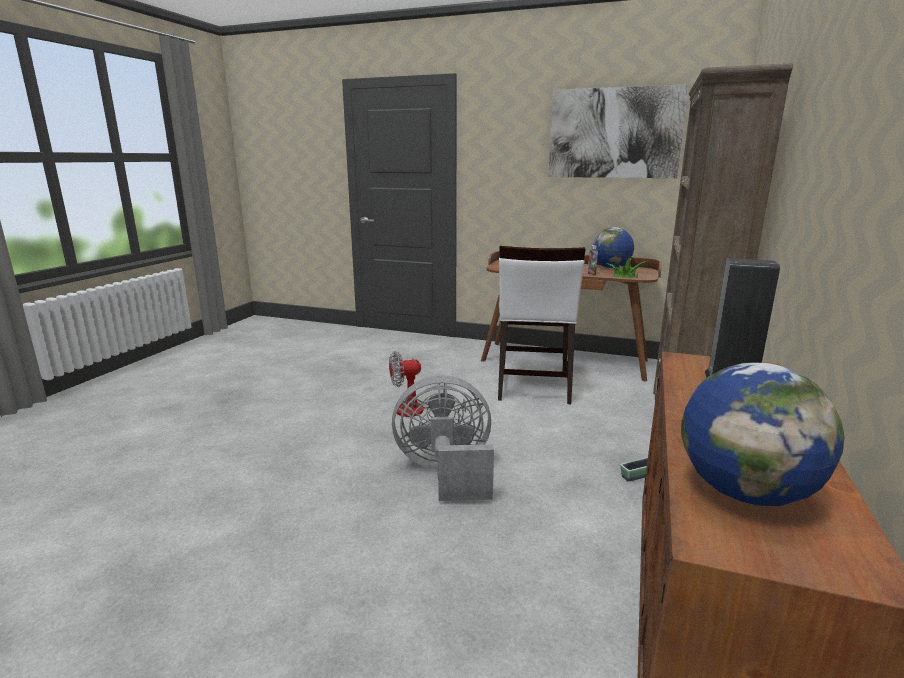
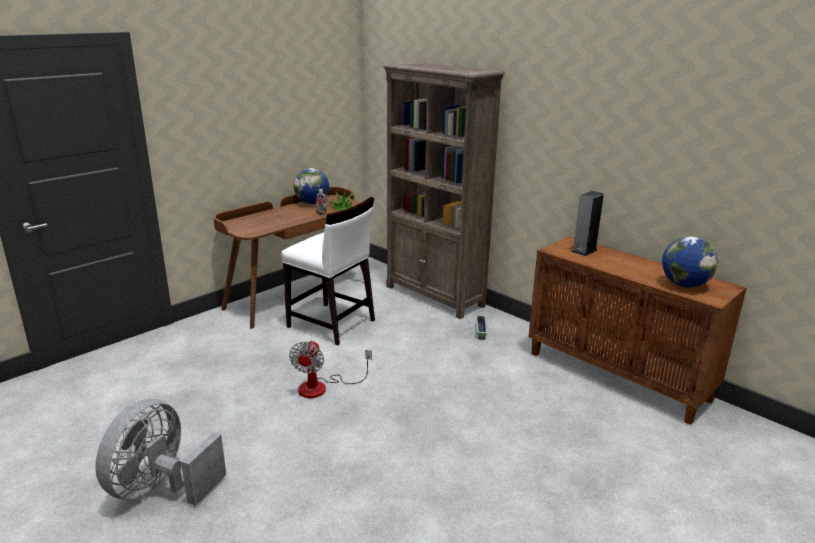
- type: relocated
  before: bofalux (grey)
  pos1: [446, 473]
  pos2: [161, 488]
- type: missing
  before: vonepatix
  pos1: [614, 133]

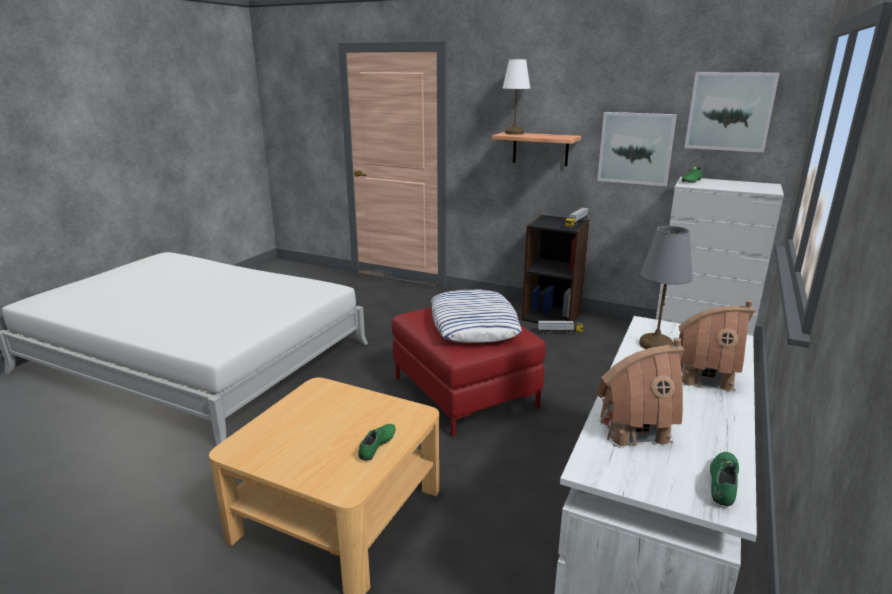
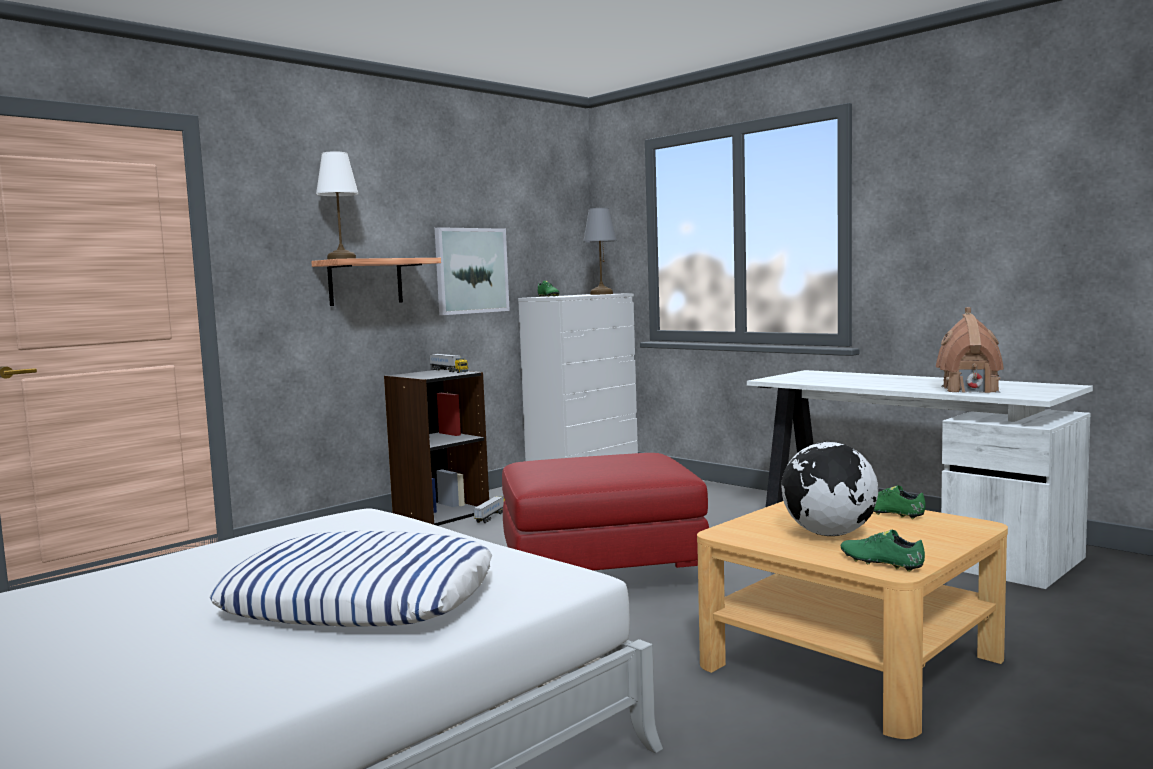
- type: relocated
  before: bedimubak
  pos1: [473, 324]
  pos2: [359, 599]
- type: relocated
  before: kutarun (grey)
  pos1: [655, 345]
  pos2: [601, 294]
- type: missing
  before: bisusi
  pos1: [705, 376]
- type: missing
  before: vonepatix
  pos1: [729, 111]
- type: relocated
  before: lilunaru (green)
  pos1: [723, 484]
  pos2: [881, 563]
- type: appeared
  after: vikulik
  pos2: [829, 534]

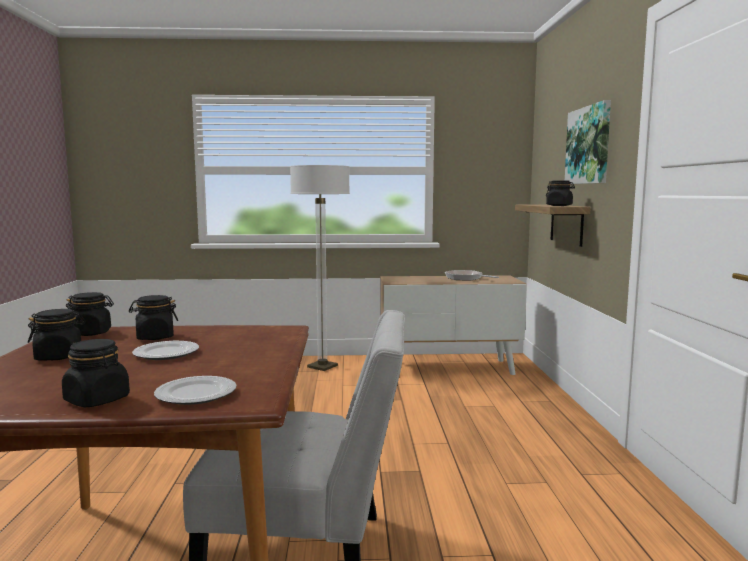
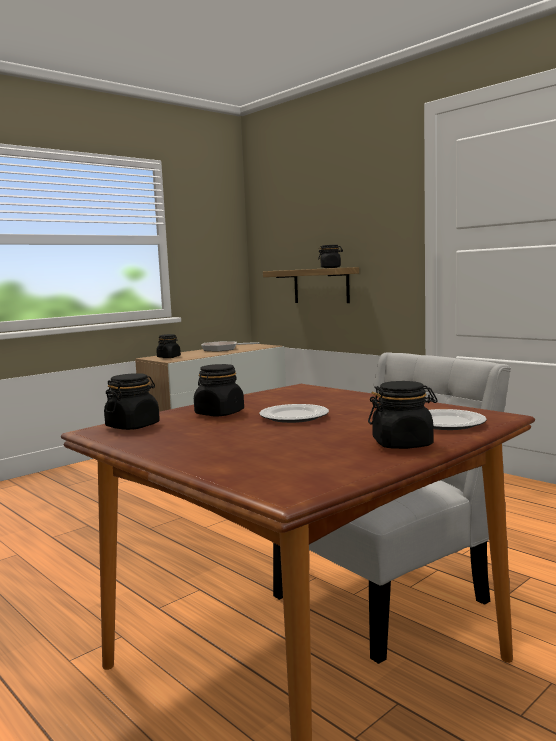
- type: relocated
  before: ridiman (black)
  pos1: [59, 356]
  pos2: [169, 357]
- type: missing
  before: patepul
  pos1: [322, 367]
- type: missing
  before: vonepatix
  pos1: [589, 145]

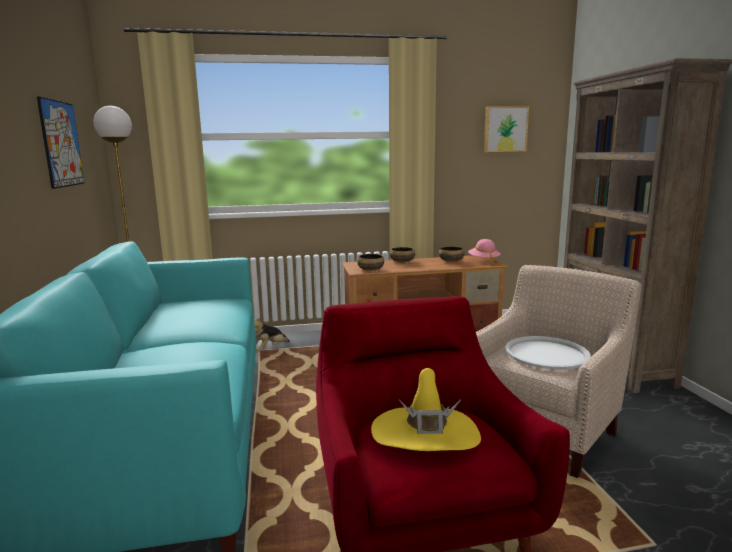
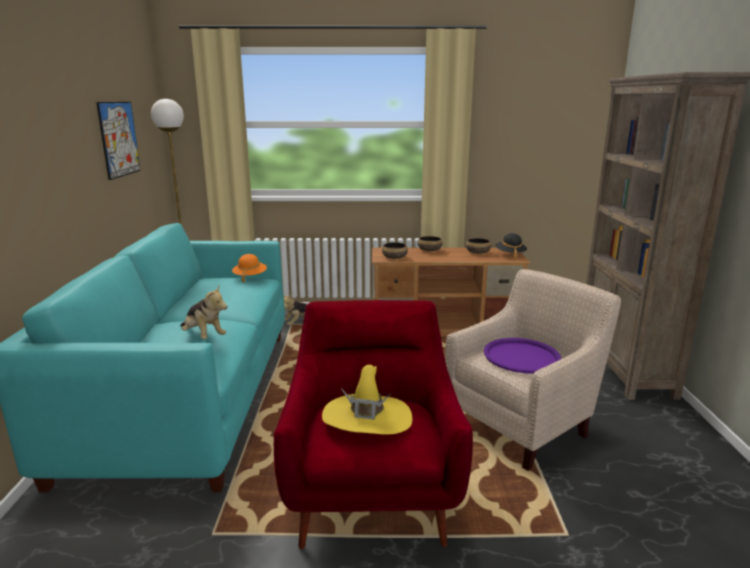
- type: colour
  before: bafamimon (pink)
  after: bafamimon (black)
  pos1: [483, 260]
  pos2: [510, 254]
- type: missing
  before: vonepatix
  pos1: [505, 129]
- type: colour
  before: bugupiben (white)
  after: bugupiben (purple)
  pos1: [546, 354]
  pos2: [521, 356]
- type: appeared
  after: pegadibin
  pos2: [203, 336]
- type: appeared
  after: bafamimon (orange)
  pos2: [250, 277]

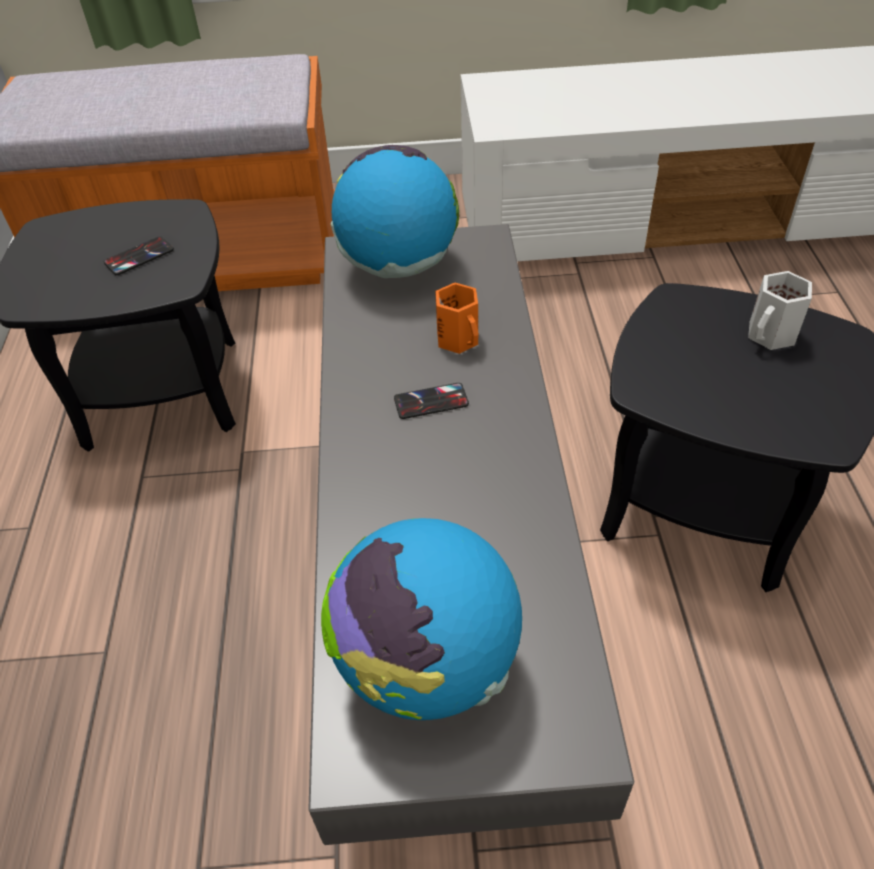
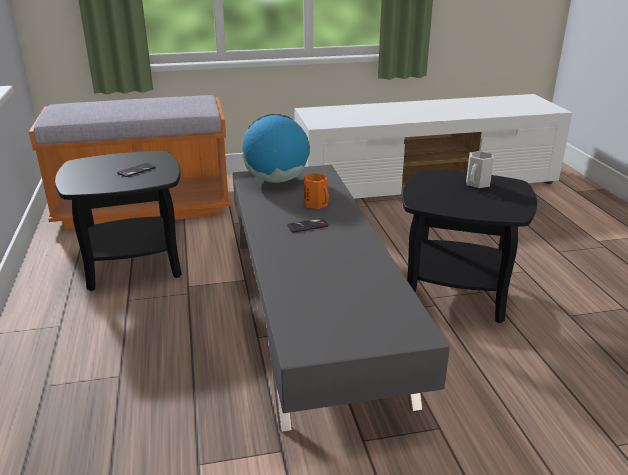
- type: missing
  before: vikulik
  pos1: [426, 664]

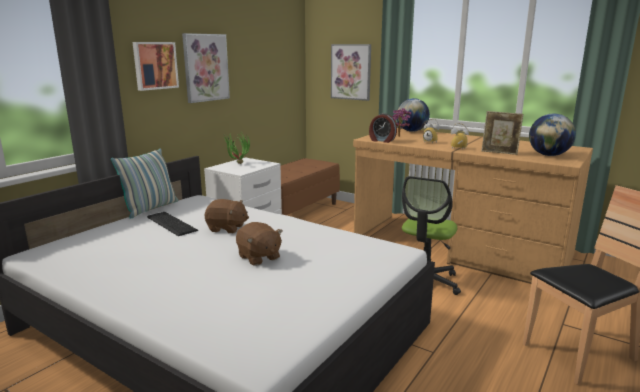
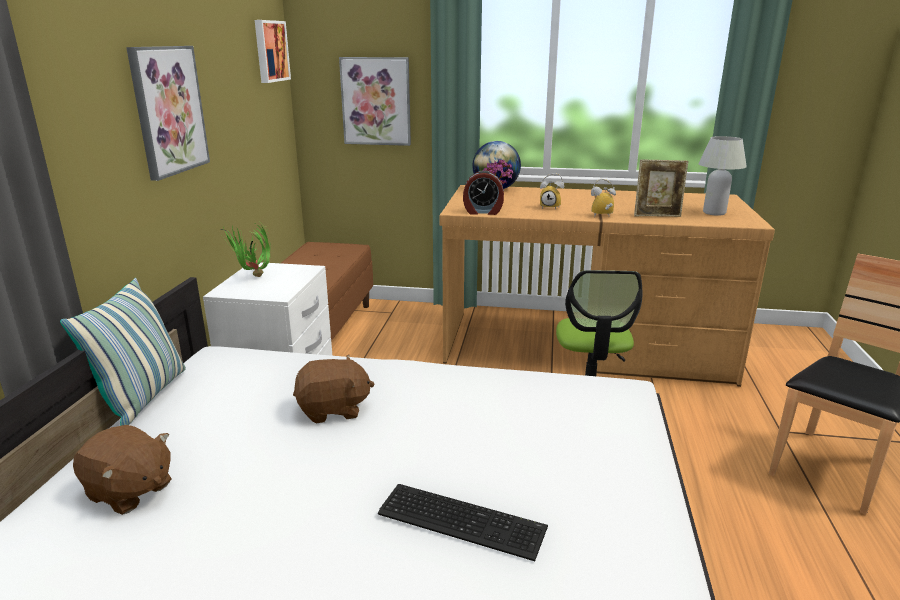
- type: relocated
  before: vonepatix
  pos1: [155, 65]
  pos2: [270, 51]
- type: relocated
  before: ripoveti
  pos1: [172, 223]
  pos2: [460, 518]
- type: relocated
  before: pegadibin (brown)
  pos1: [258, 257]
  pos2: [129, 491]
- type: exchanged
  before: vikulik
  after: kutarun (white)
  pos1: [548, 155]
  pos2: [714, 213]

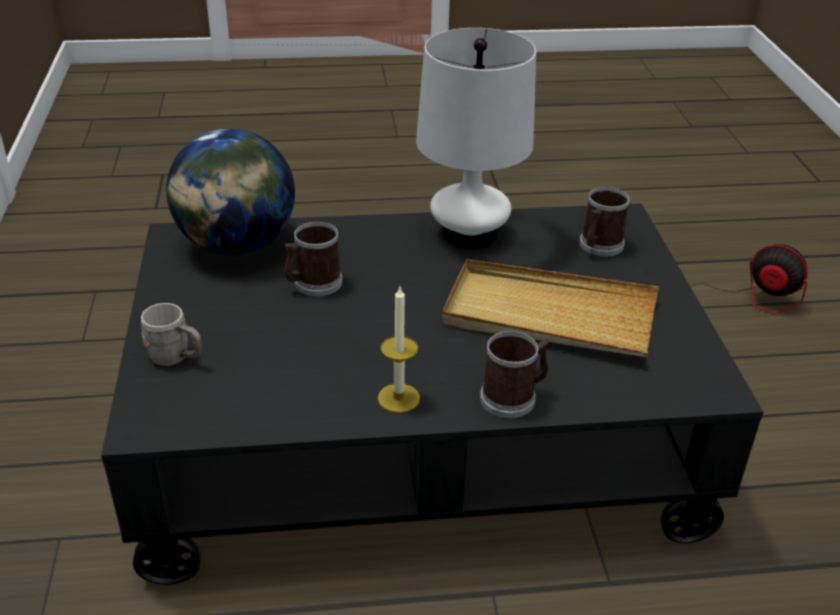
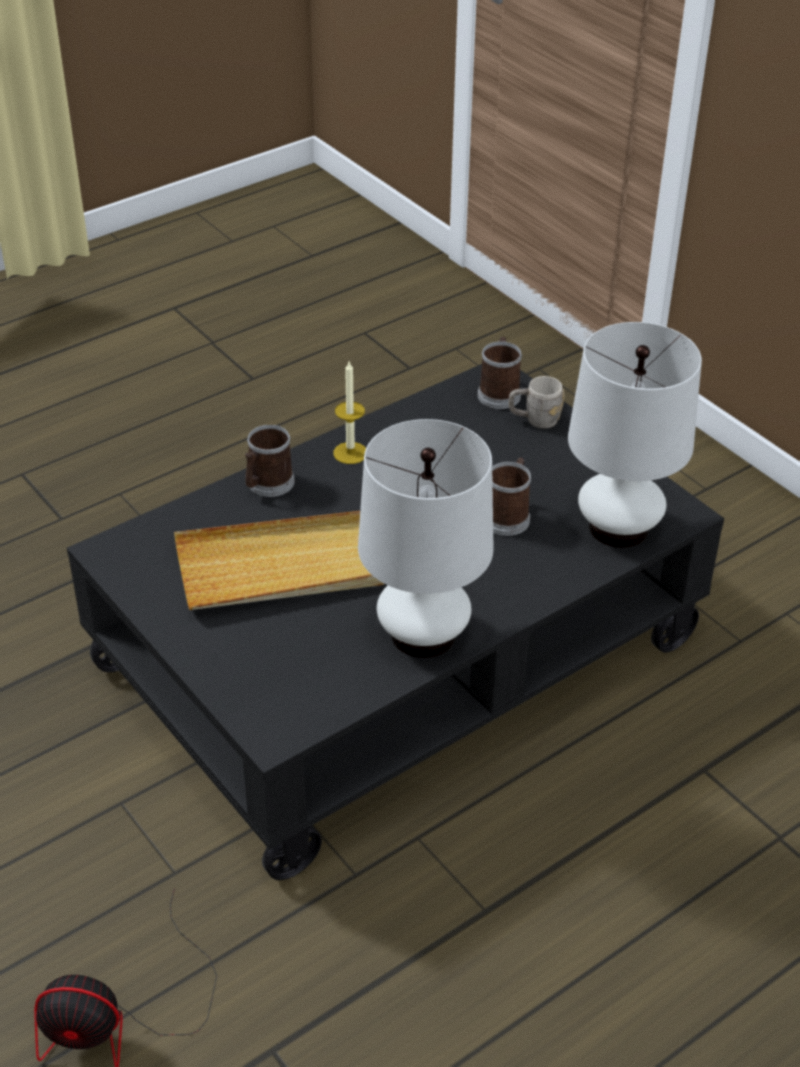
- type: exchanged
  before: vikulik
  after: kutarun (white)
  pos1: [237, 245]
  pos2: [618, 527]
- type: relocated
  before: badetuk
  pos1: [599, 246]
  pos2: [499, 392]

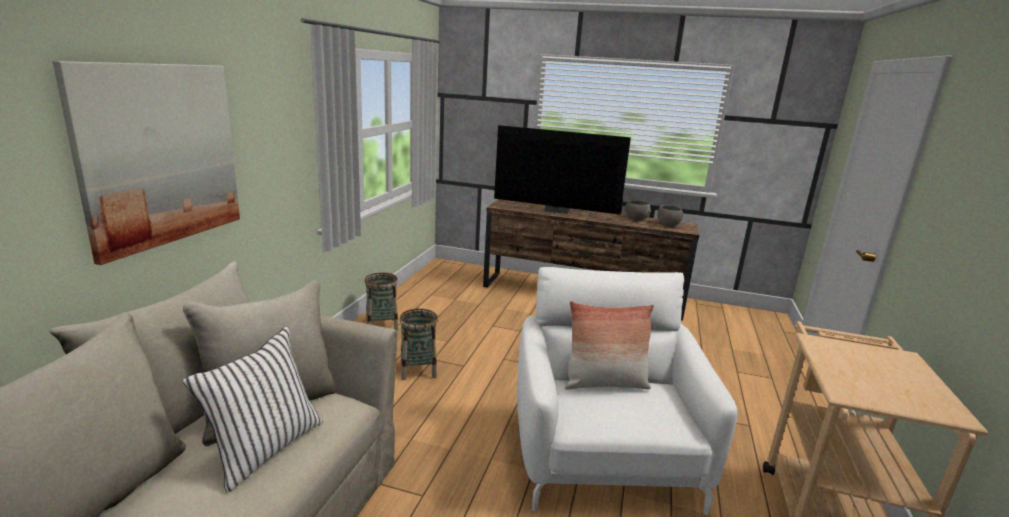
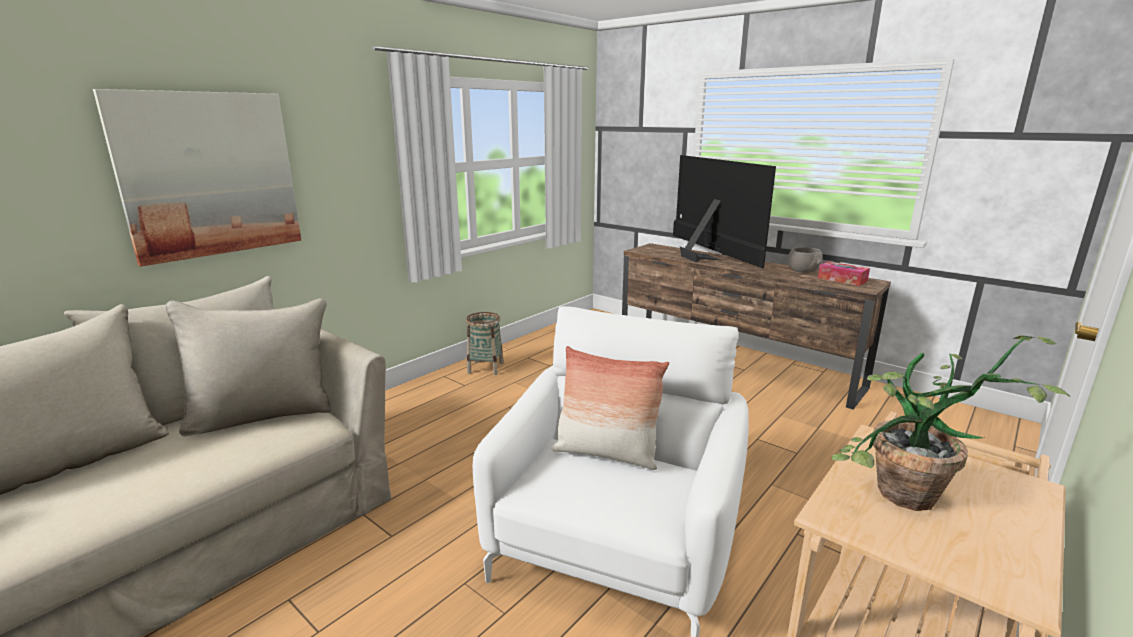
- type: missing
  before: bedimubak (white)
  pos1: [265, 448]
- type: missing
  before: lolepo
  pos1: [418, 370]
- type: spun
  before: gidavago
  pos1: [557, 210]
  pos2: [705, 257]
  turn: -150
- type: exchanged
  before: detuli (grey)
  after: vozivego
  pos1: [668, 224]
  pos2: [842, 280]
- type: appeared
  after: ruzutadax
  pos2: [905, 503]

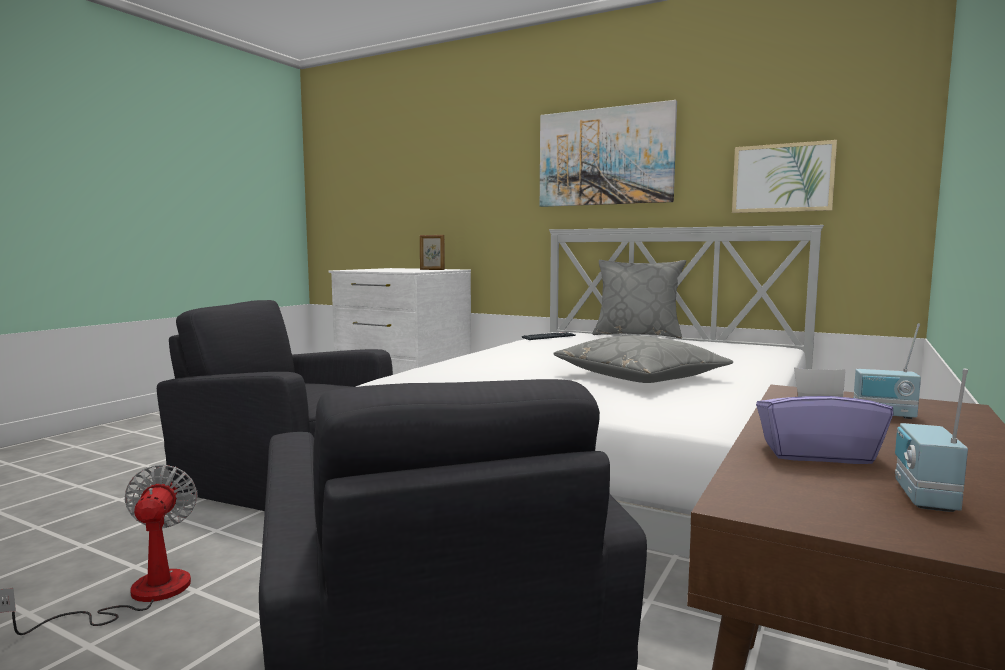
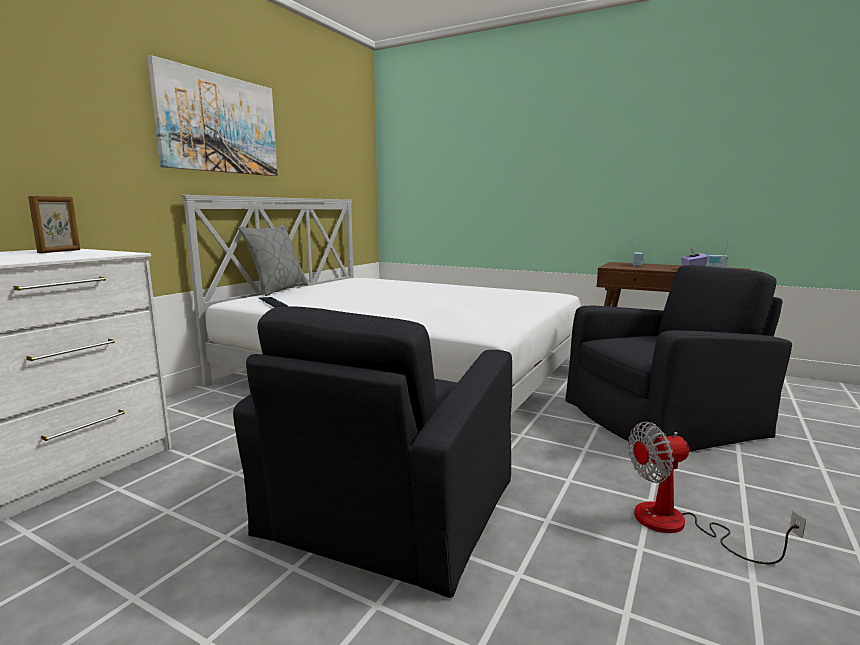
- type: missing
  before: bedimubak (grey)
  pos1: [640, 376]
- type: missing
  before: vonepatix
  pos1: [782, 178]

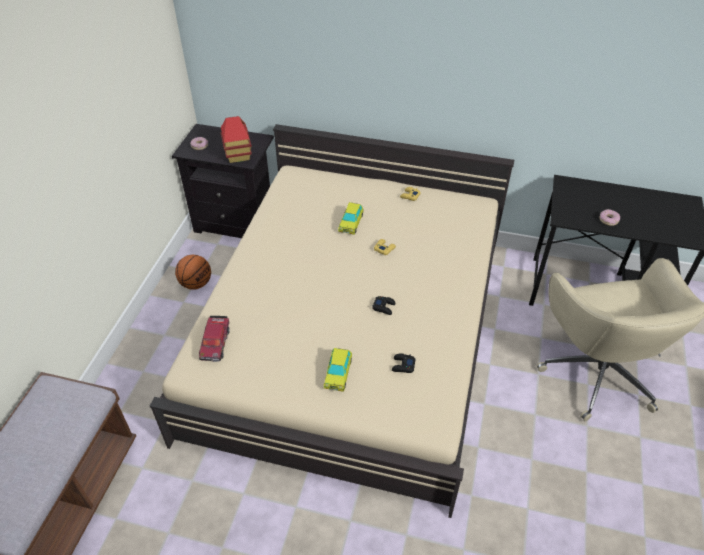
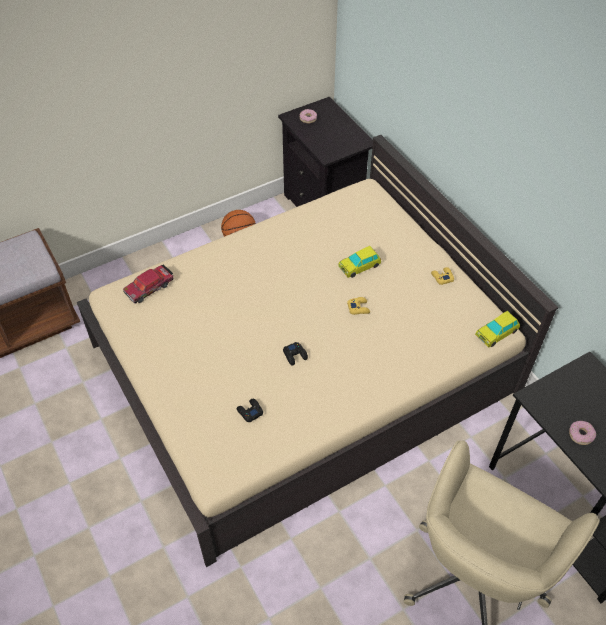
- type: missing
  before: bisusi
  pos1: [238, 155]
- type: relocated
  before: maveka
  pos1: [338, 374]
  pos2: [496, 333]

